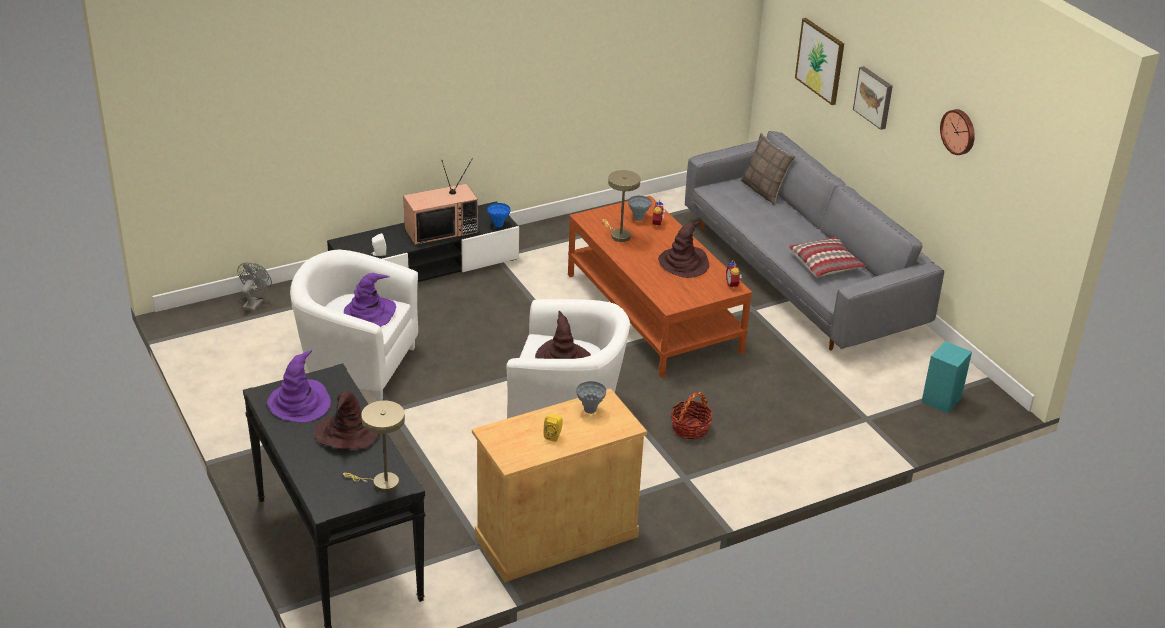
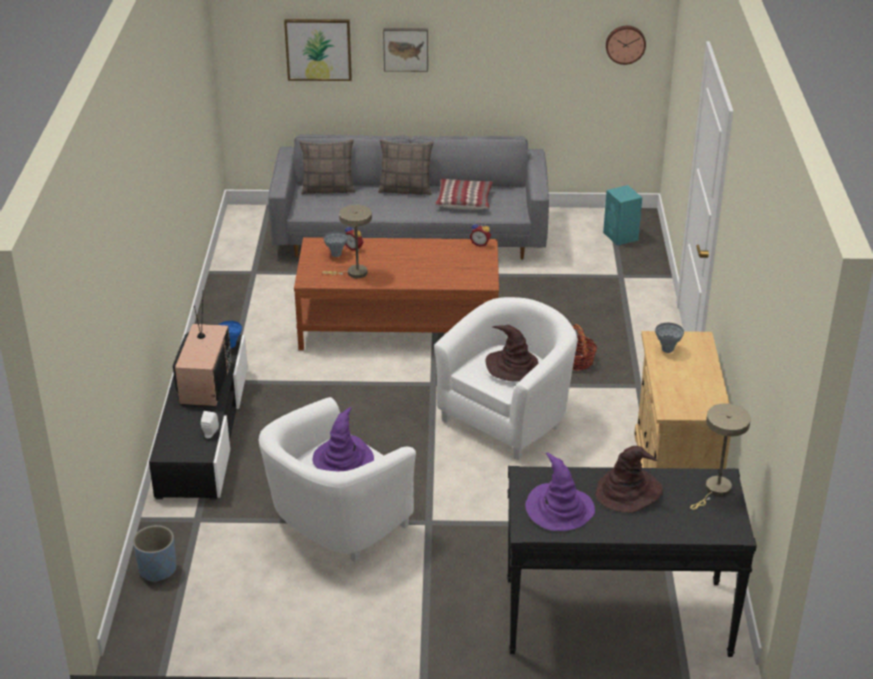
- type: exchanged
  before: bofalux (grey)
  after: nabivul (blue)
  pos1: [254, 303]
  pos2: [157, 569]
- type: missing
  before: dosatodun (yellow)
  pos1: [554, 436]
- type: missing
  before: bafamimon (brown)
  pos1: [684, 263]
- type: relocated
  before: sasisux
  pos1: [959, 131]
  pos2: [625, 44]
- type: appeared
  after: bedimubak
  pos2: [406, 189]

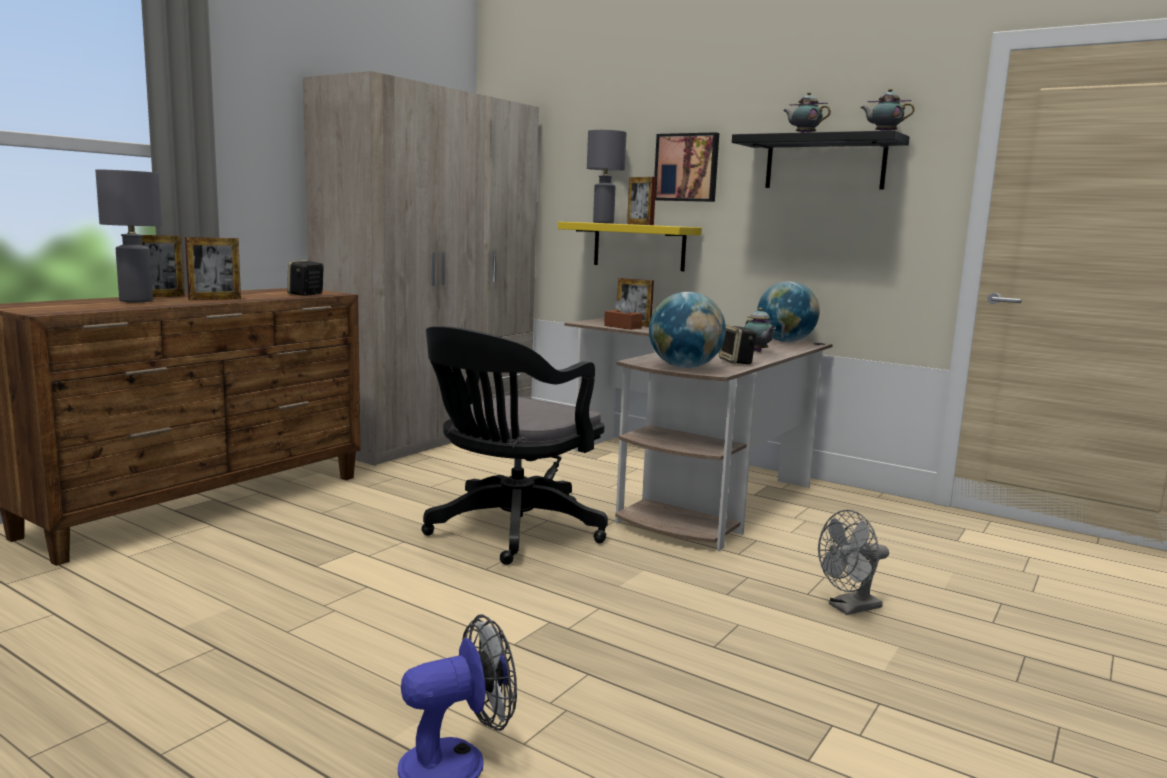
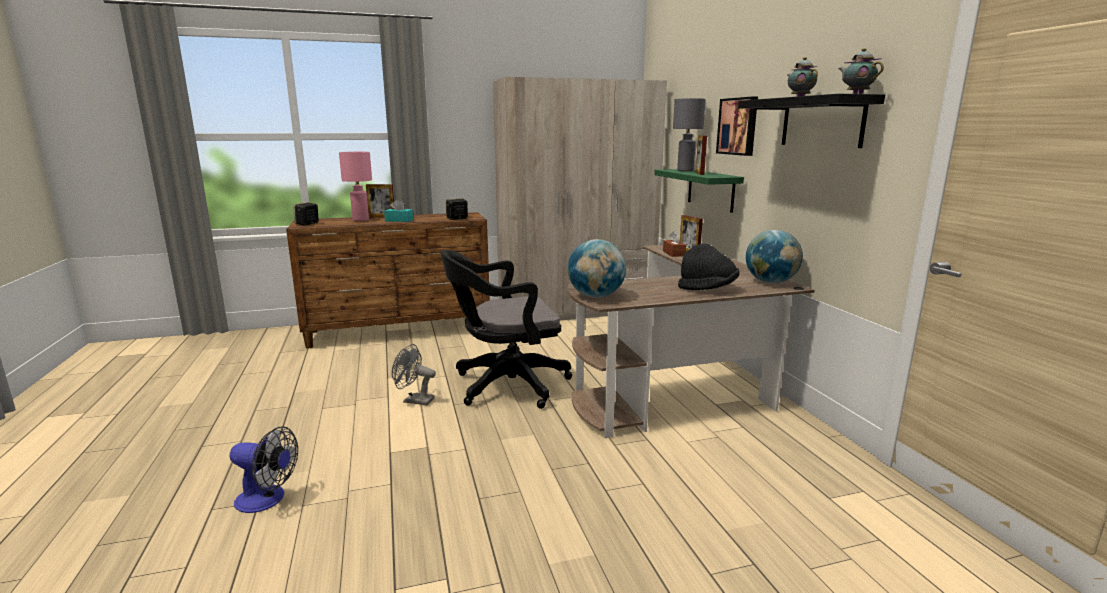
- type: colour
  before: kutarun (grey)
  after: kutarun (pink)
  pos1: [136, 301]
  pos2: [360, 220]
- type: exchanged
  before: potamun
  after: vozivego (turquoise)
  pos1: [215, 299]
  pos2: [399, 220]
- type: colour
  before: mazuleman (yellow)
  after: mazuleman (green)
  pos1: [639, 246]
  pos2: [710, 189]
- type: relocated
  before: dosatodun
  pos1: [737, 362]
  pos2: [307, 224]
- type: exchanged
  before: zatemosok
  after: bafamimon (black)
  pos1: [757, 351]
  pos2: [708, 289]
- type: relocated
  before: bofalux (grey)
  pos1: [849, 608]
  pos2: [414, 400]

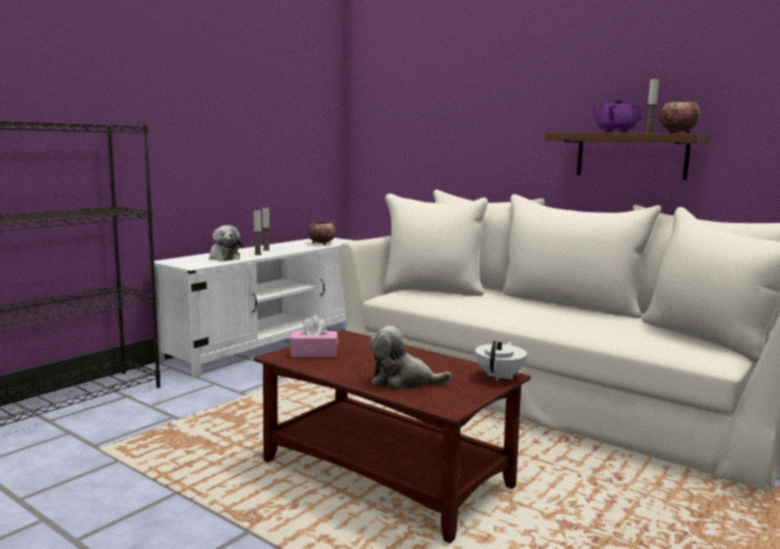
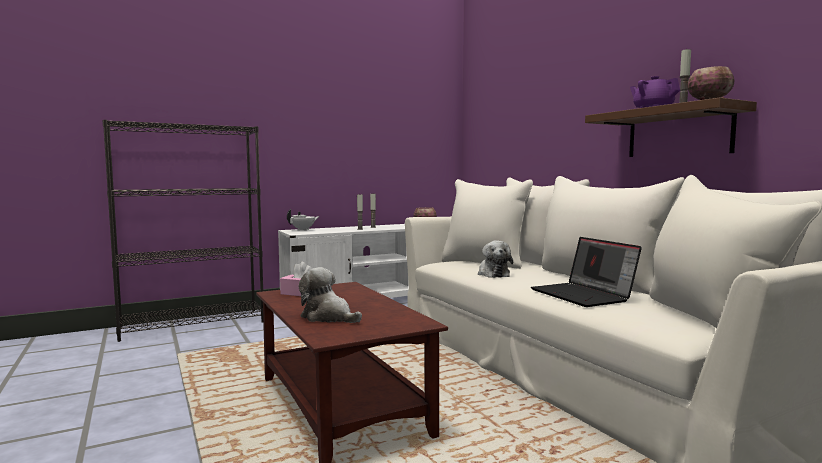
- type: relocated
  before: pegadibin
  pos1: [223, 257]
  pos2: [493, 274]
- type: relocated
  before: zatemosok (white)
  pos1: [500, 377]
  pos2: [303, 230]
- type: appeared
  after: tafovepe
  pos2: [584, 295]

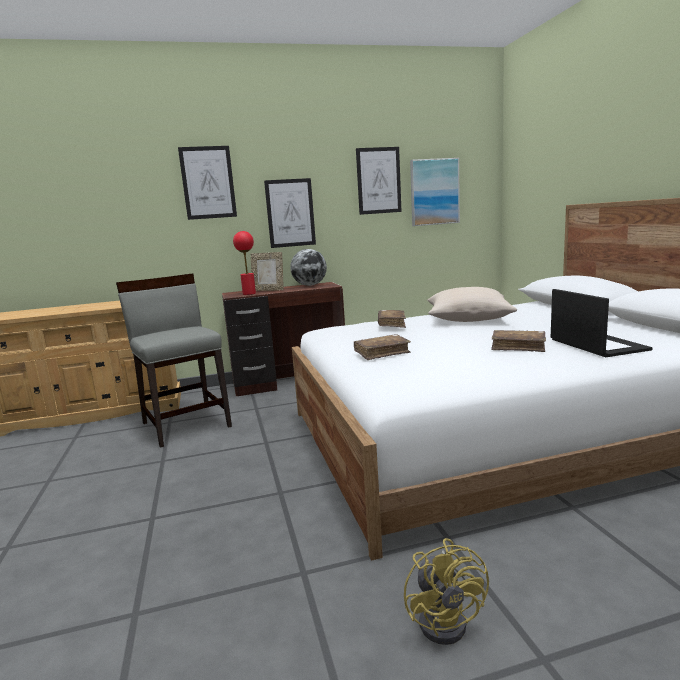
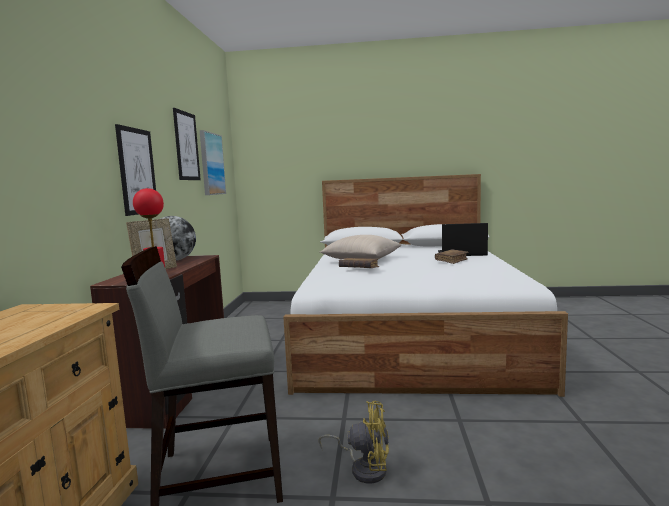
- type: missing
  before: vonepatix
  pos1: [208, 182]
- type: missing
  before: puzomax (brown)
  pos1: [382, 353]
- type: relocated
  before: bofalux (yellow)
  pos1: [447, 619]
  pos2: [364, 468]

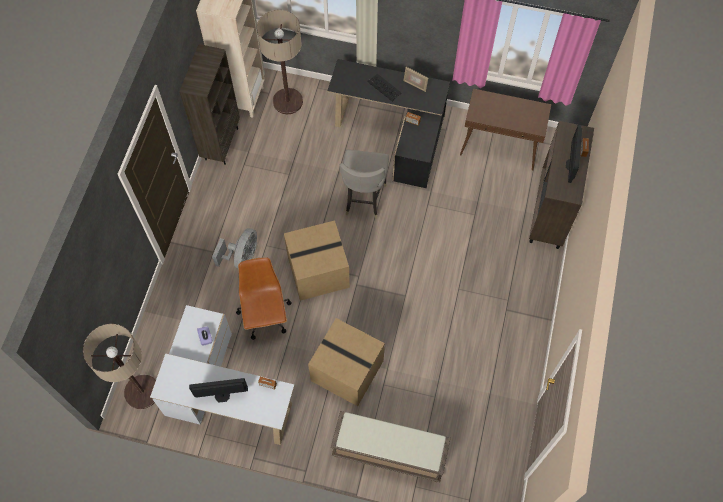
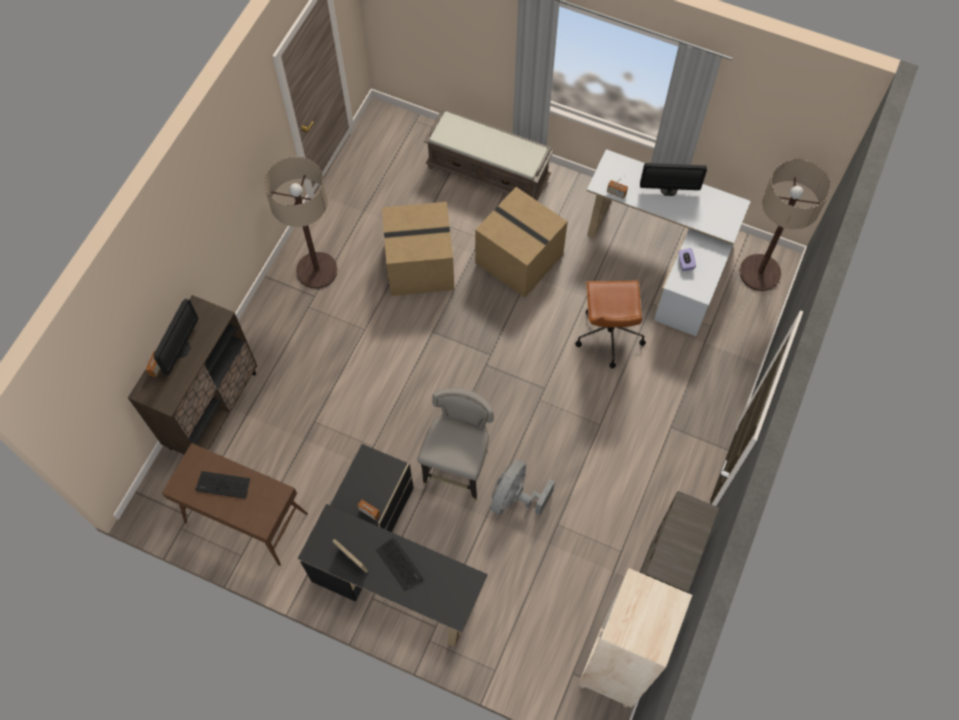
- type: relocated
  before: bofalux (grey)
  pos1: [242, 257]
  pos2: [515, 498]
- type: relocated
  before: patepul
  pos1: [287, 101]
  pos2: [317, 270]
- type: relocated
  before: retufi
  pos1: [317, 272]
  pos2: [421, 264]
- type: appeared
  after: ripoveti
  pos2: [223, 485]

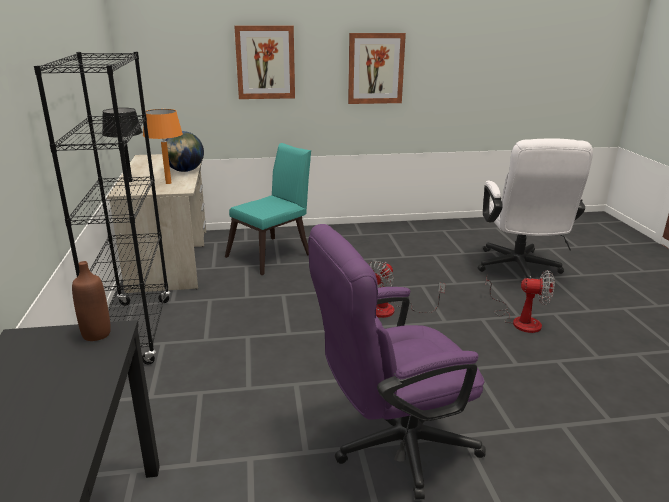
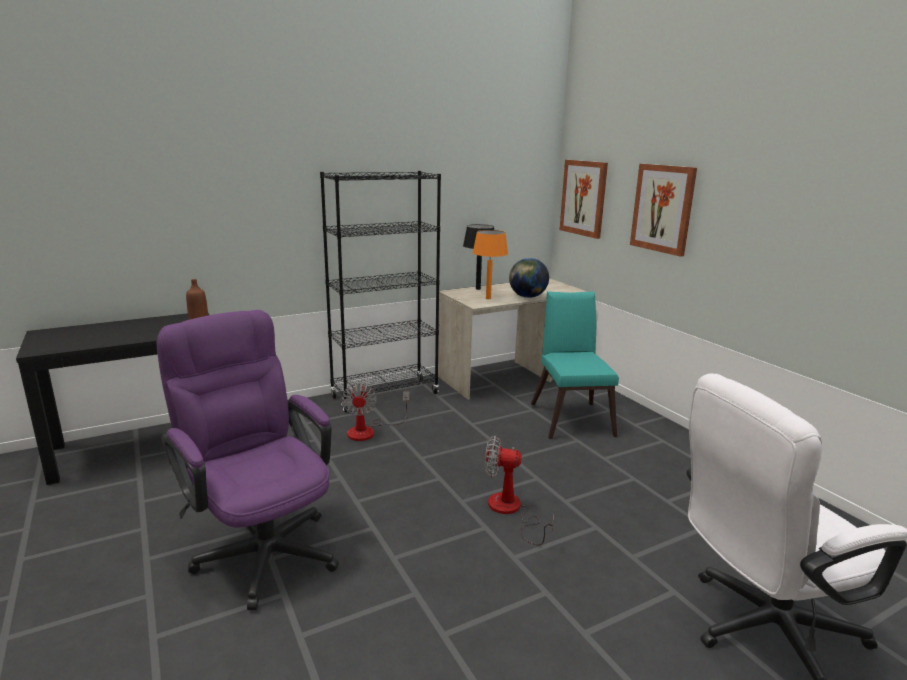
- type: spun
  before: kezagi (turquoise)
  pos1: [273, 254]
  pos2: [571, 417]
  turn: -120
- type: relocated
  before: vonepatix
  pos1: [375, 68]
  pos2: [583, 198]
- type: relocated
  before: bofalux
  pos1: [519, 320]
  pos2: [369, 431]

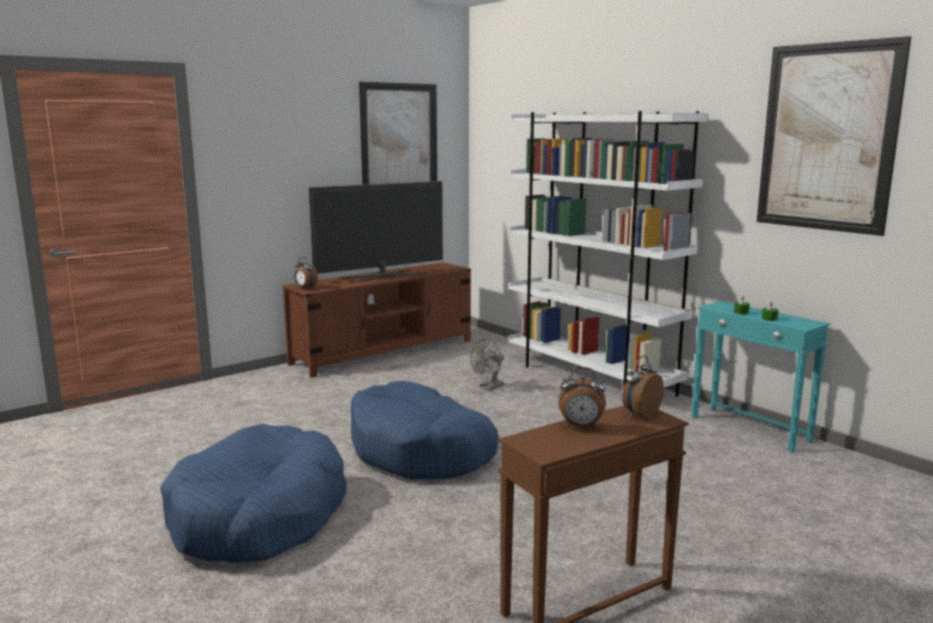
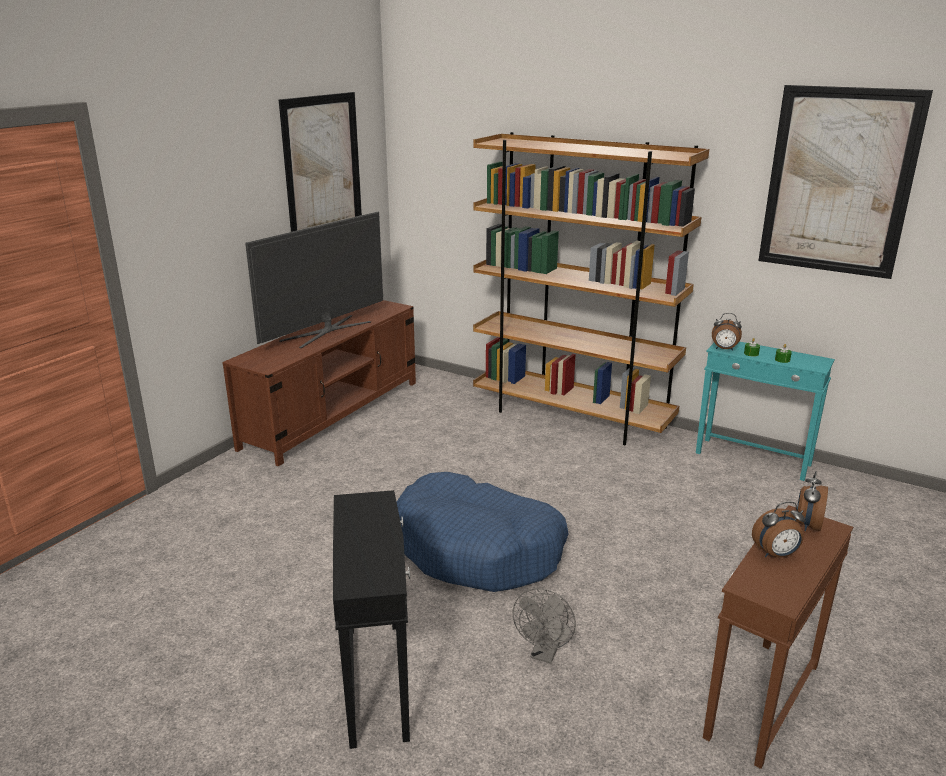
- type: exchanged
  before: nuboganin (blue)
  after: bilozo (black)
  pos1: [258, 516]
  pos2: [377, 680]
- type: relocated
  before: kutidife
  pos1: [305, 288]
  pos2: [724, 349]
- type: relocated
  before: bofalux (grey)
  pos1: [489, 387]
  pos2: [544, 654]
- type: colour
  before: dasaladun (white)
  after: dasaladun (brown)
  pos1: [590, 378]
  pos2: [572, 417]

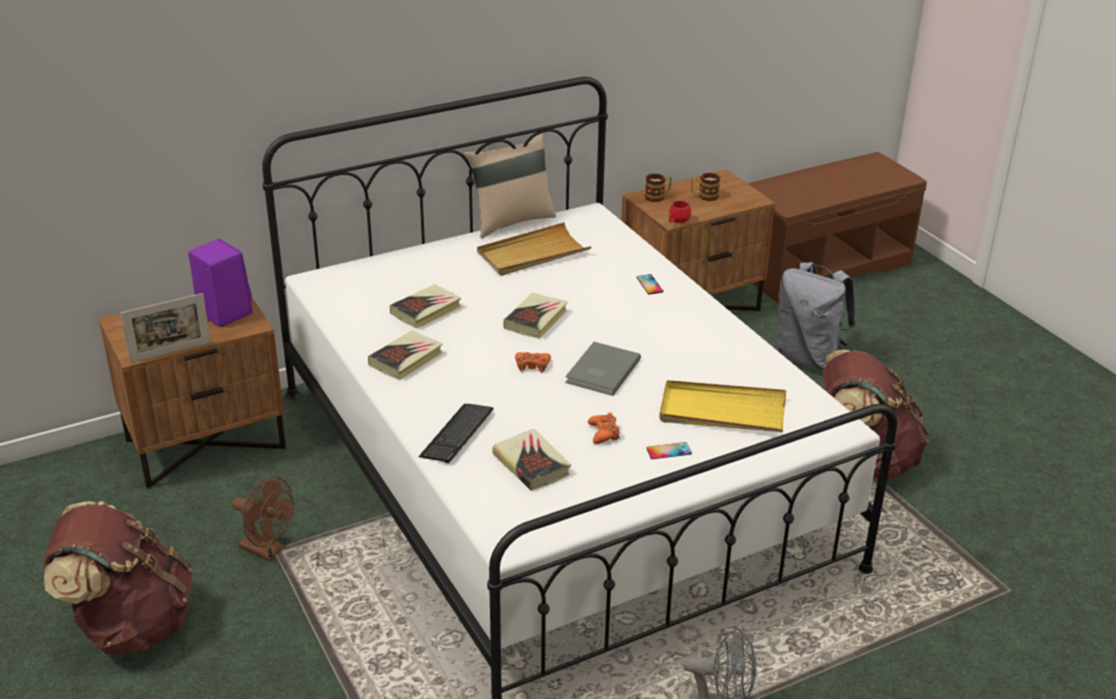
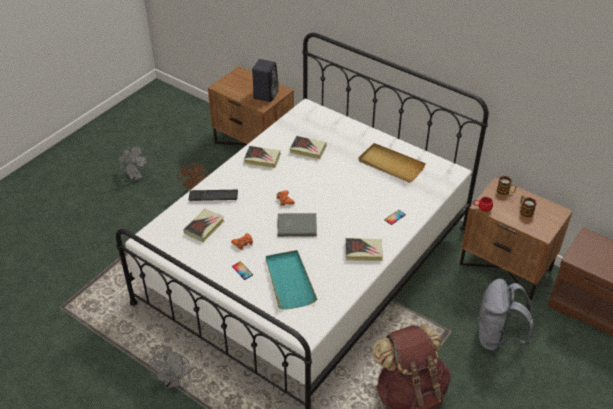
- type: exchanged
  before: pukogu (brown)
  after: bofalux (grey)
  pos1: [130, 625]
  pos2: [135, 177]
- type: missing
  before: potamun
  pos1: [171, 352]
- type: colour
  before: dosatodun (purple)
  after: dosatodun (black)
  pos1: [223, 312]
  pos2: [266, 94]
- type: missing
  before: bedimubak (beige)
  pos1: [511, 221]
- type: relocated
  before: puzomax
  pos1: [536, 319]
  pos2: [363, 252]
- type: colour
  before: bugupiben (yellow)
  after: bugupiben (turquoise)
  pos1: [722, 411]
  pos2: [289, 281]

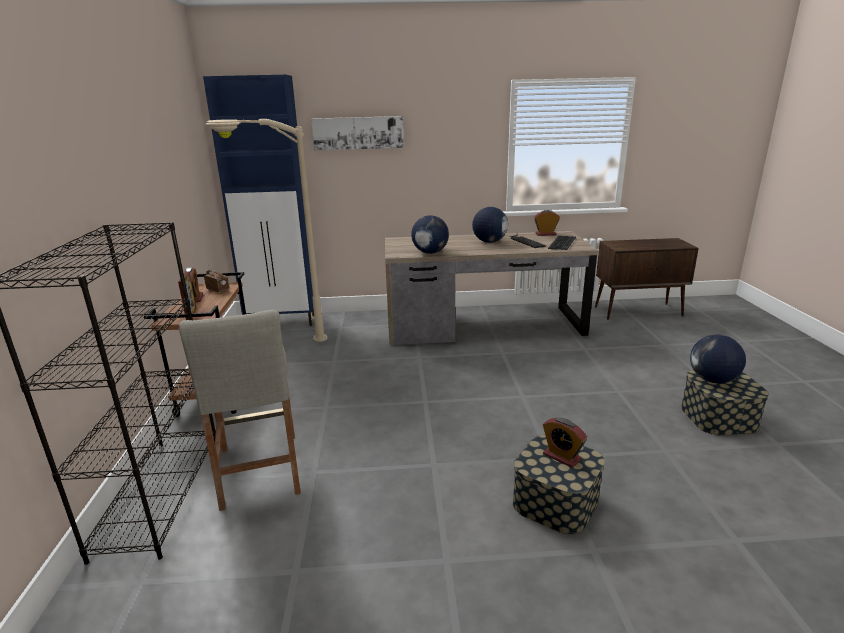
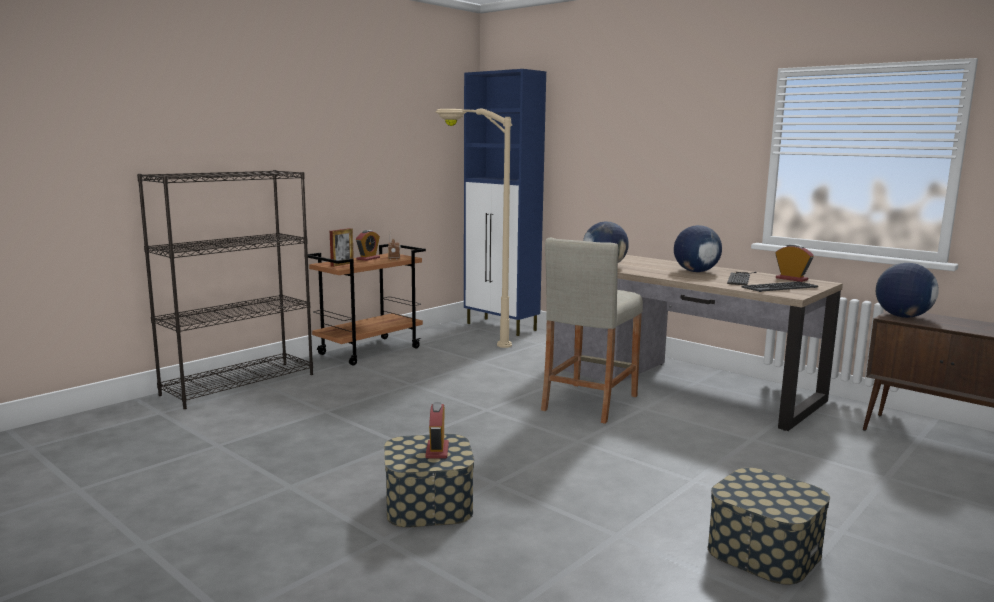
- type: relocated
  before: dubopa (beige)
  pos1: [259, 470]
  pos2: [589, 403]
- type: missing
  before: vonepatix
  pos1: [358, 133]
- type: relocated
  before: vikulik
  pos1: [712, 380]
  pos2: [902, 316]

